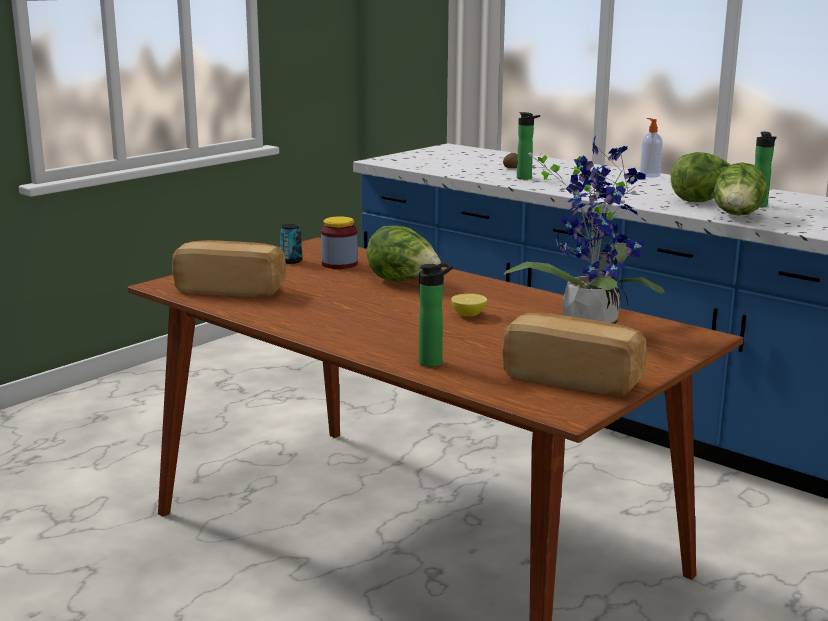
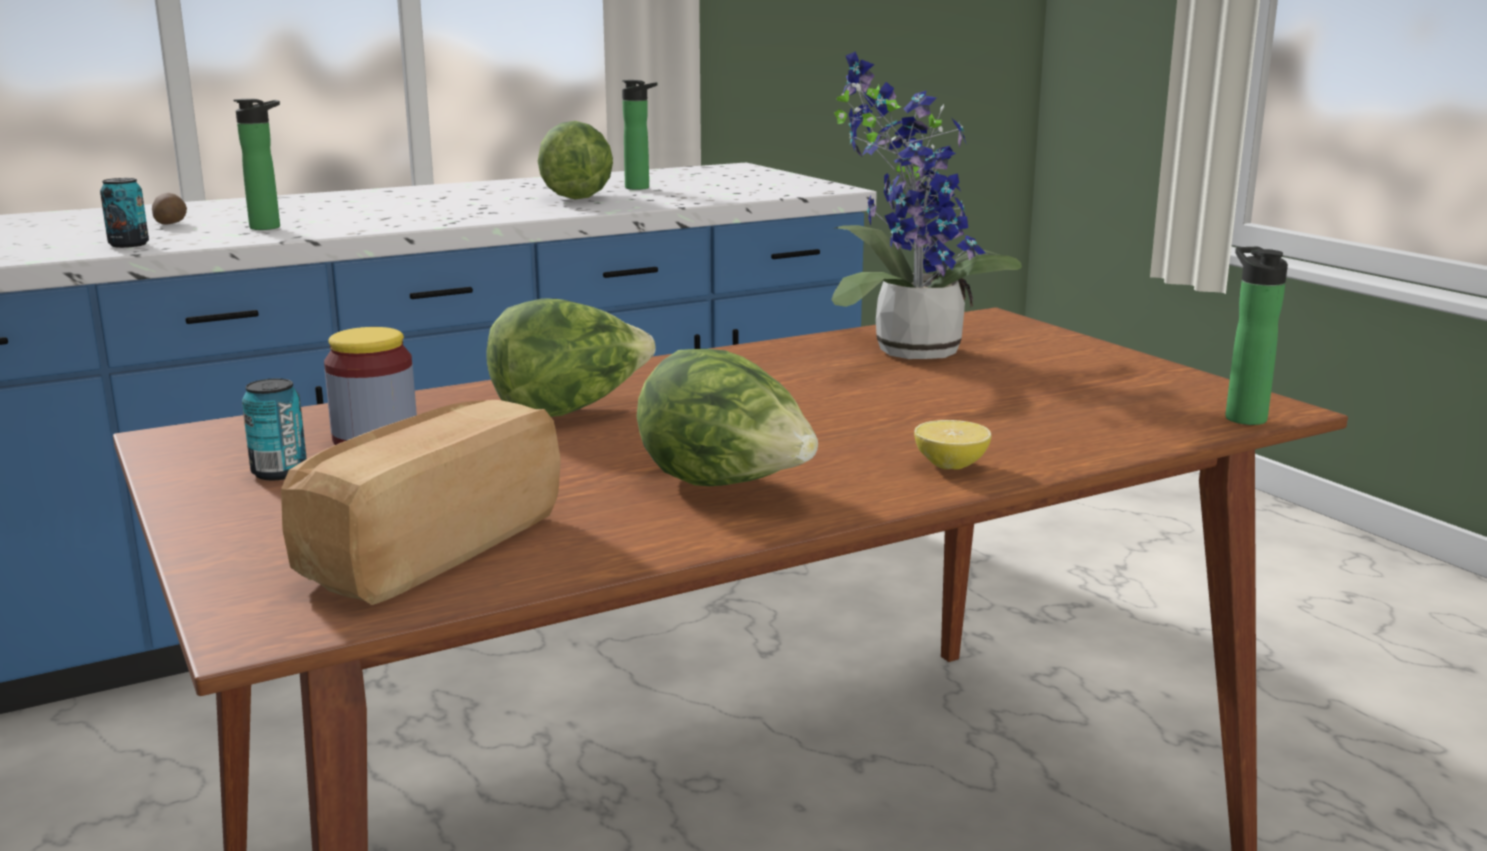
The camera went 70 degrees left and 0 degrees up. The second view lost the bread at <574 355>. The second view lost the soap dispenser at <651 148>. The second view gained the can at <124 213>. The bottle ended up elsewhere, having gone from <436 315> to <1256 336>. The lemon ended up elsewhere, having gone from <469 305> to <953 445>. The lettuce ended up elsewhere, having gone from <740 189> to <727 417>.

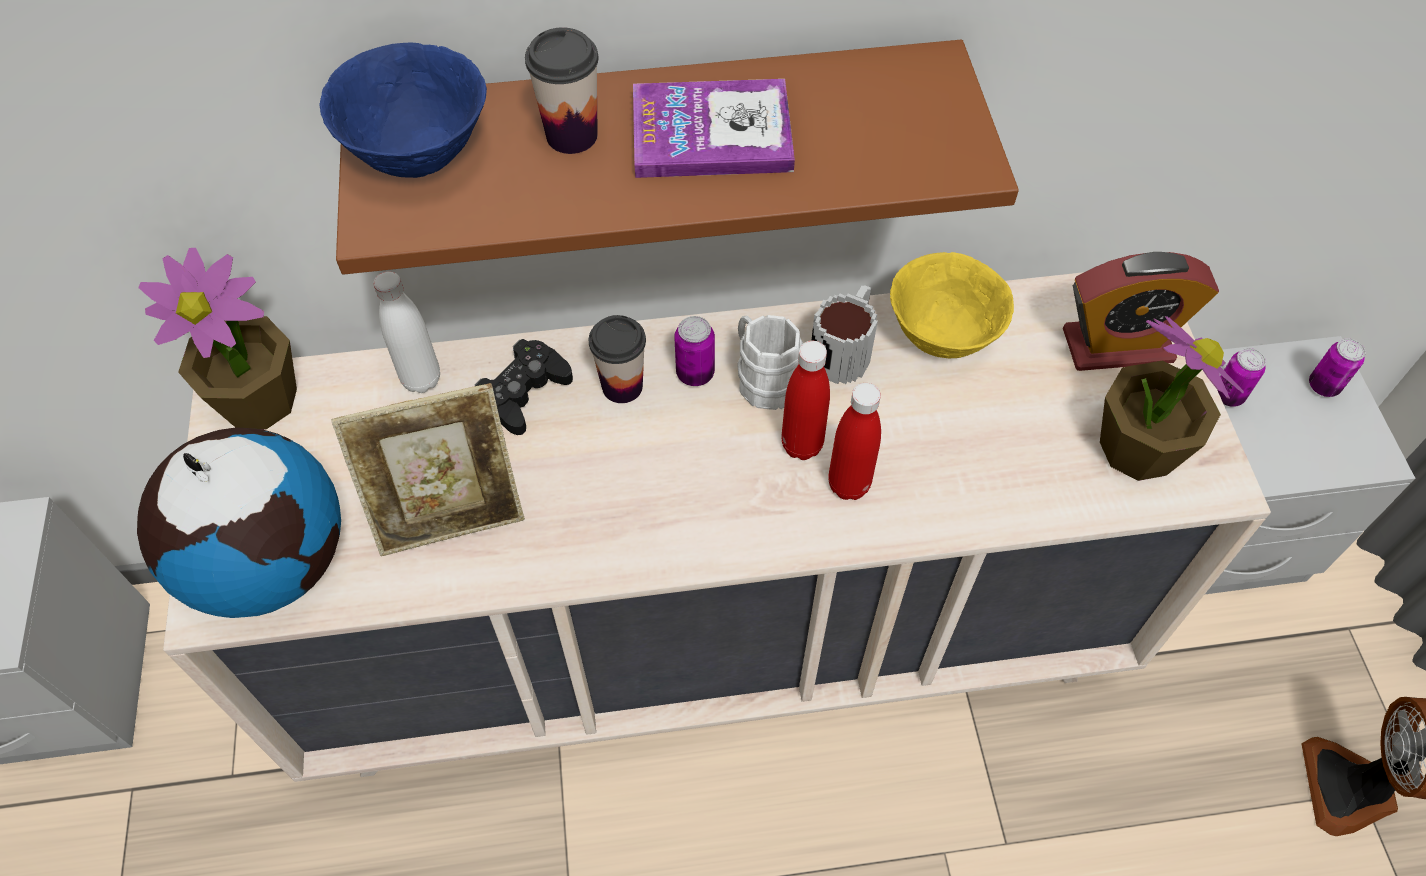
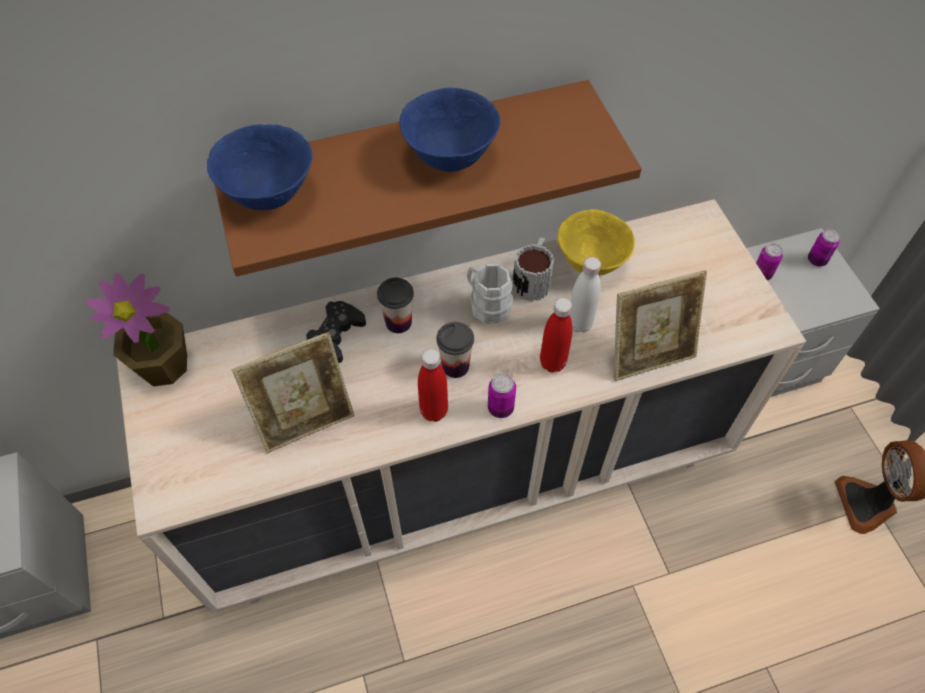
The camera went 10 degrees left and 0 degrees up. The second view lost the globe at <239 522>. The second view lost the alarm clock at <1141 311>. The second view lost the potted plant at <1172 398>. The second view gained the picture frame at <660 325>. The white bottle ended up elsewhere, having gone from <406 332> to <585 295>. The cup ended up elsewhere, having gone from <562 90> to <455 350>. The can ended up elsewhere, having gone from <694 351> to <502 395>. The red bottle ended up elsewhere, having gone from <805 400> to <433 385>. Where the book stood at <714 128>, the blue bowl came to stand at <450 130>.

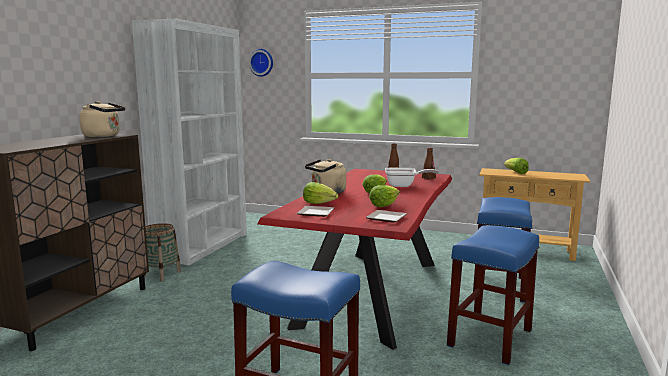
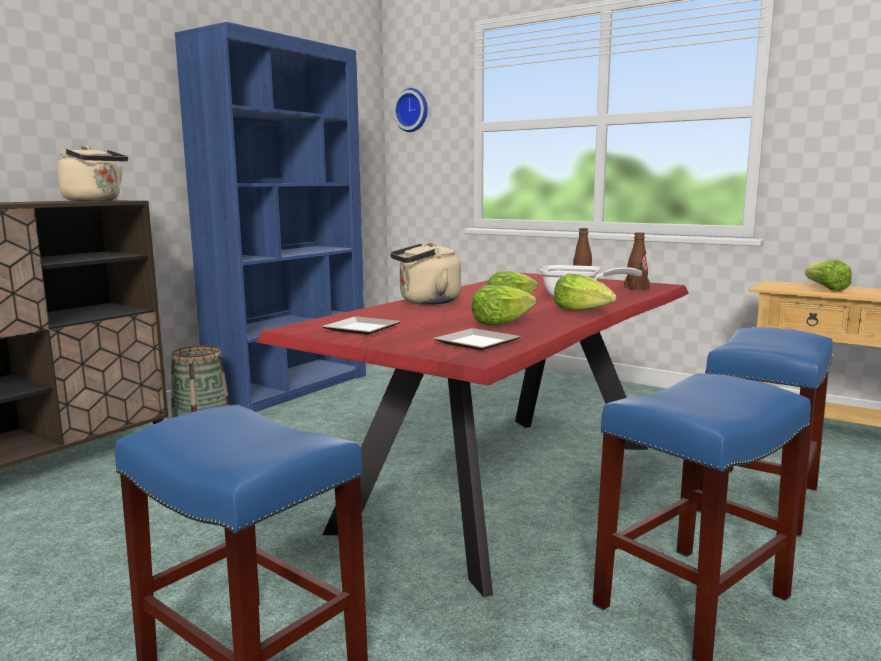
The camera went 15 degrees right and 0 degrees up. The lettuce ended up elsewhere, having gone from <321 193> to <585 292>. What was the white bookcase at <189 141> turned into the blue bookcase at <270 217>.

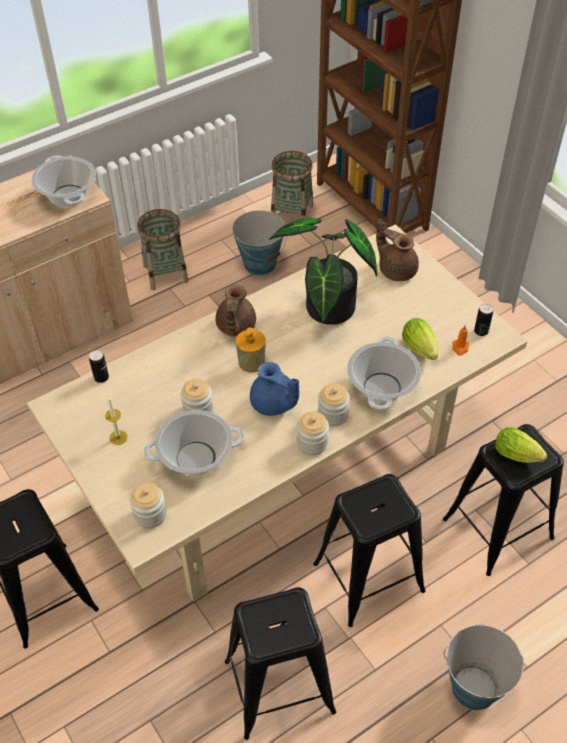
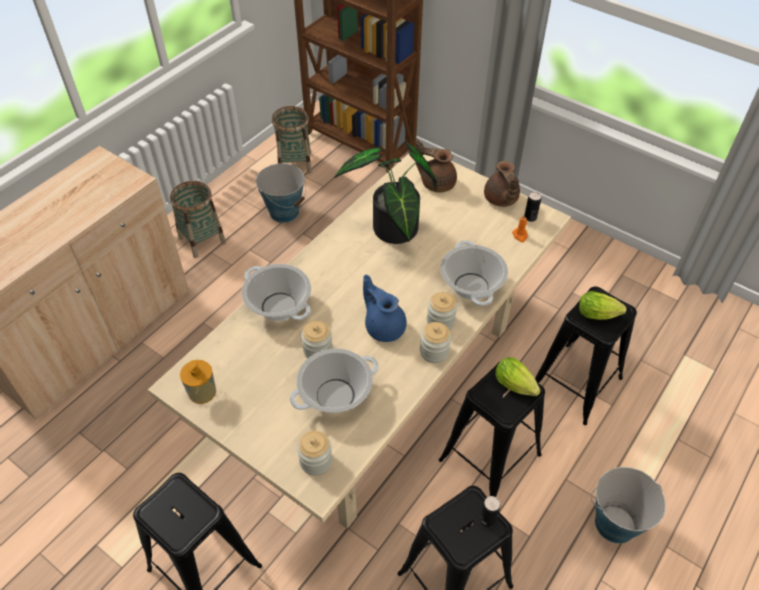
The camera went 20 degrees left and 0 degrees up. The second view lost the candle at <116 420>. The cooking pot ended up elsewhere, having gone from <64 181> to <276 292>. The can ended up elsewhere, having gone from <99 366> to <490 511>. The brown teapot ended up elsewhere, having gone from <236 311> to <502 184>. The soap dispenser ended up elsewhere, having gone from <251 349> to <198 382>. The lettuce ended up elsewhere, having gone from <420 339> to <518 376>. The blue teapot at <274 389> ended up facing another way, 150 degrees counterclockwise from before.

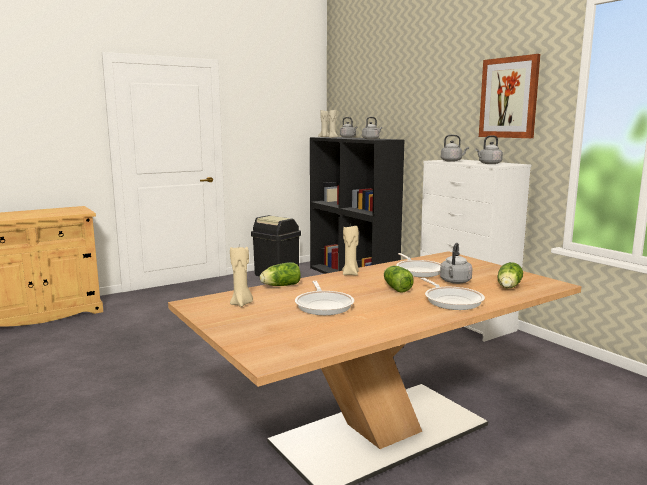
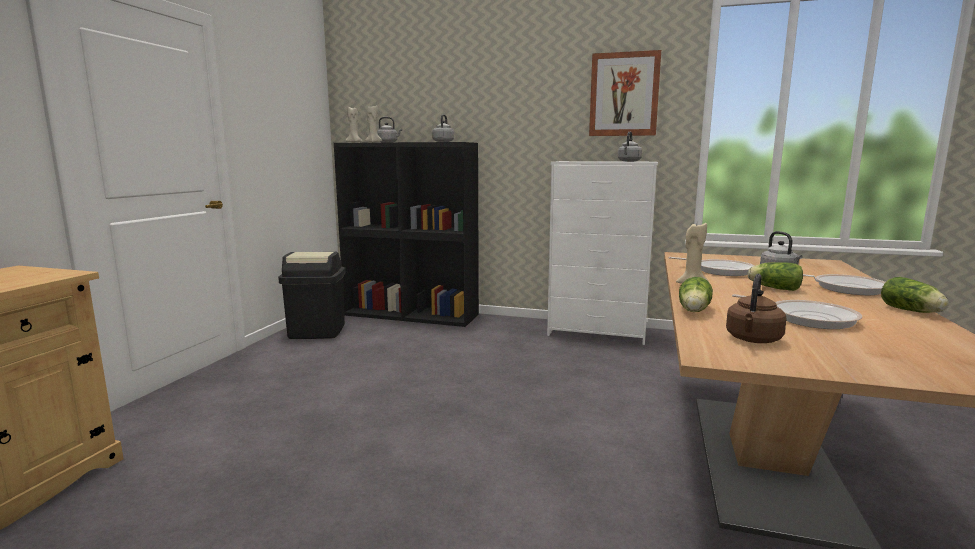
The camera went 40 degrees left and 0 degrees up. The second view lost the grey kettle at <455 148>. The lettuce ended up elsewhere, having gone from <510 275> to <915 295>. Where the beige candle stood at <241 277>, the brown kettle came to stand at <756 308>.

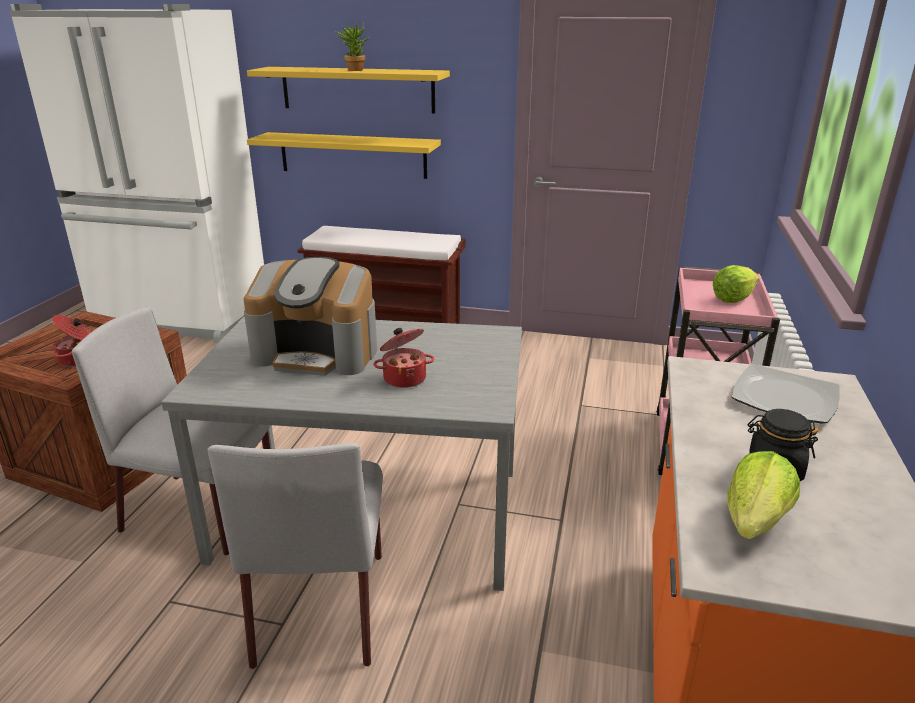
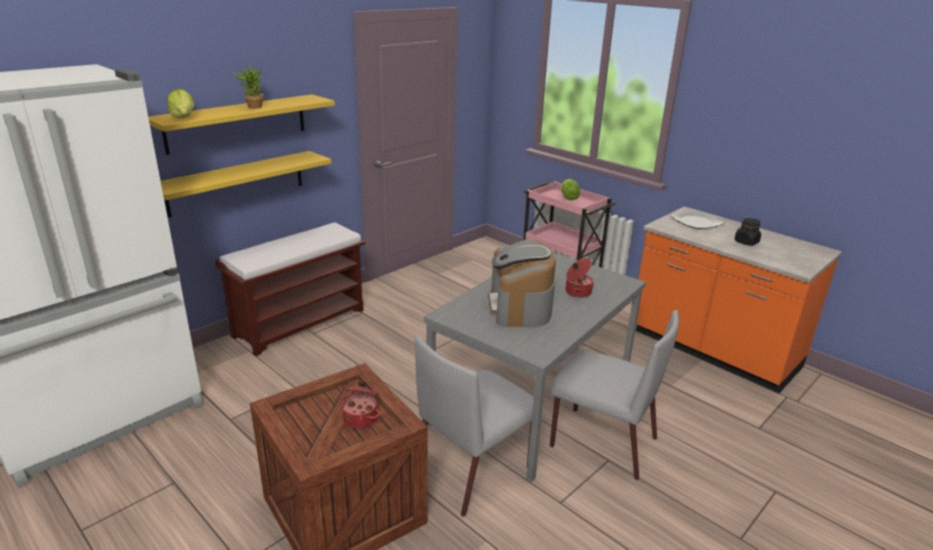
The camera went 60 degrees left and 0 degrees up. The lettuce ended up elsewhere, having gone from <763 495> to <181 103>. The coffee machine at <310 316> ended up facing another way, 135 degrees clockwise from before.

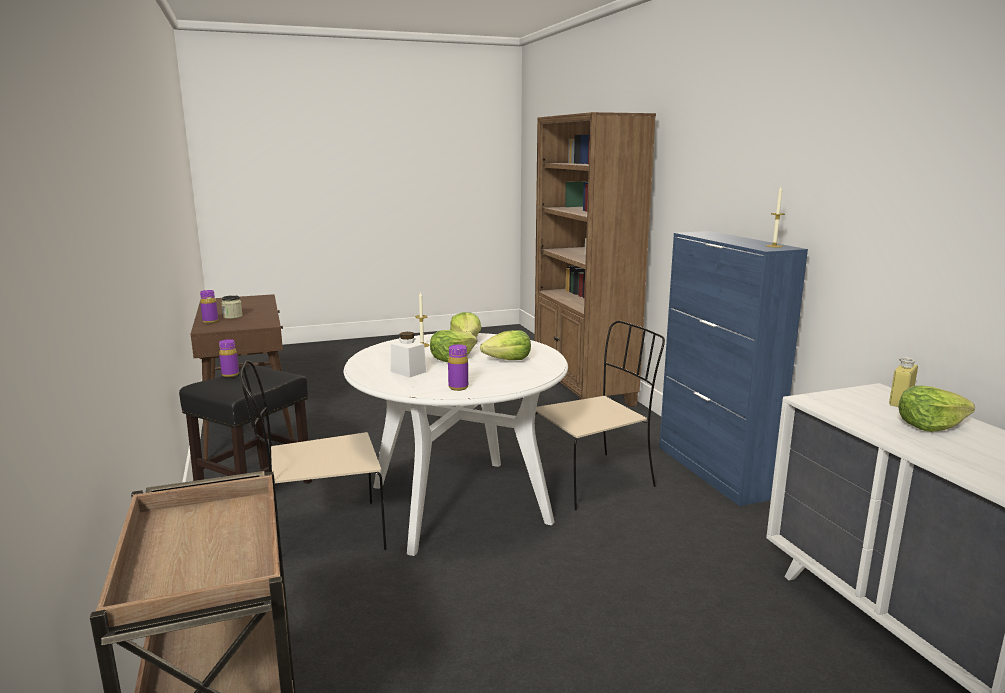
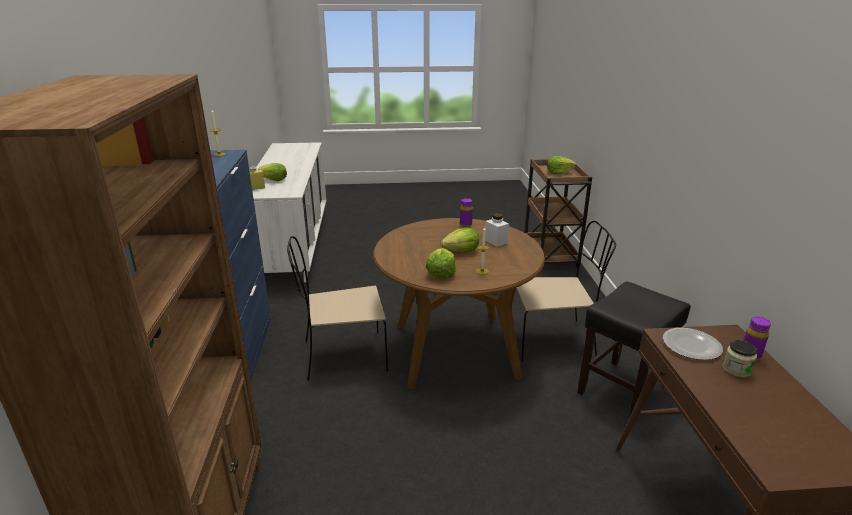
The camera went 165 degrees left and 10 degrees up. The second view lost the purple bottle at <229 358>. The second view gained the plate at <693 344>. The lettuce ended up elsewhere, having gone from <505 345> to <561 165>. What was the white dining table at <455 444> turned into the brown dining table at <459 303>.

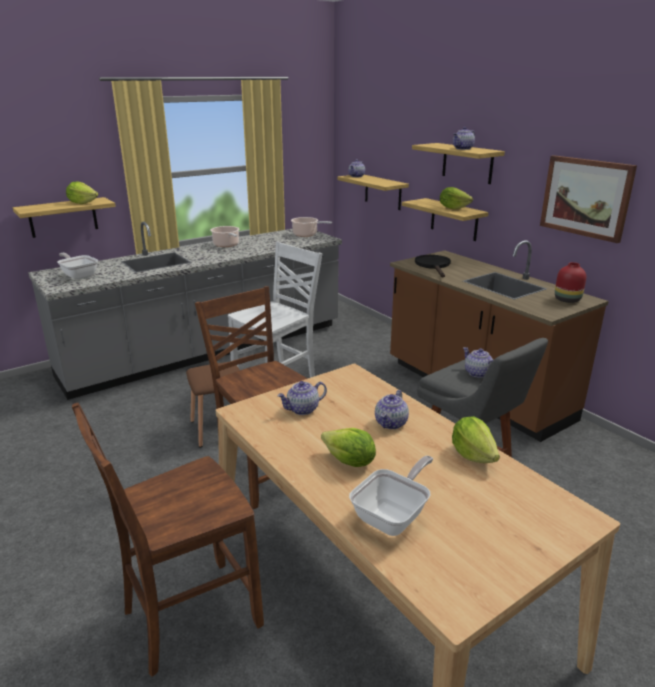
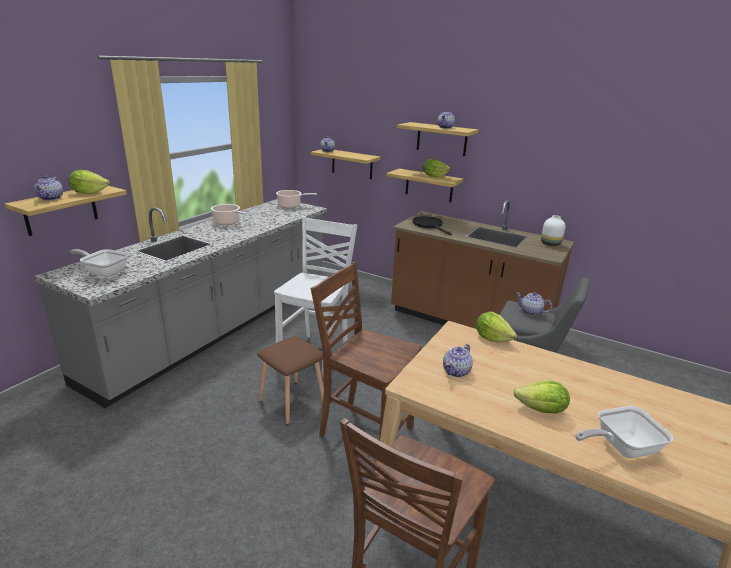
The camera went 25 degrees left and 0 degrees up. The second view lost the picture at <588 199>. The teapot ended up elsewhere, having gone from <392 409> to <48 187>. The lettuce ended up elsewhere, having gone from <476 439> to <496 326>. What was the red vase at <570 282> turned into the white vase at <553 230>. The frying pan at <391 496> ended up facing another way, 120 degrees counterclockwise from before.

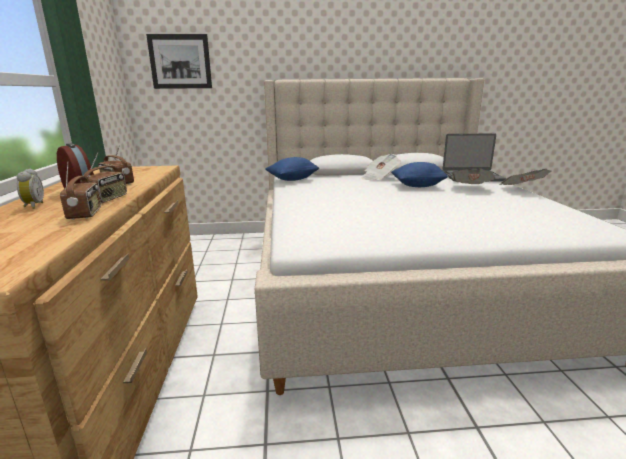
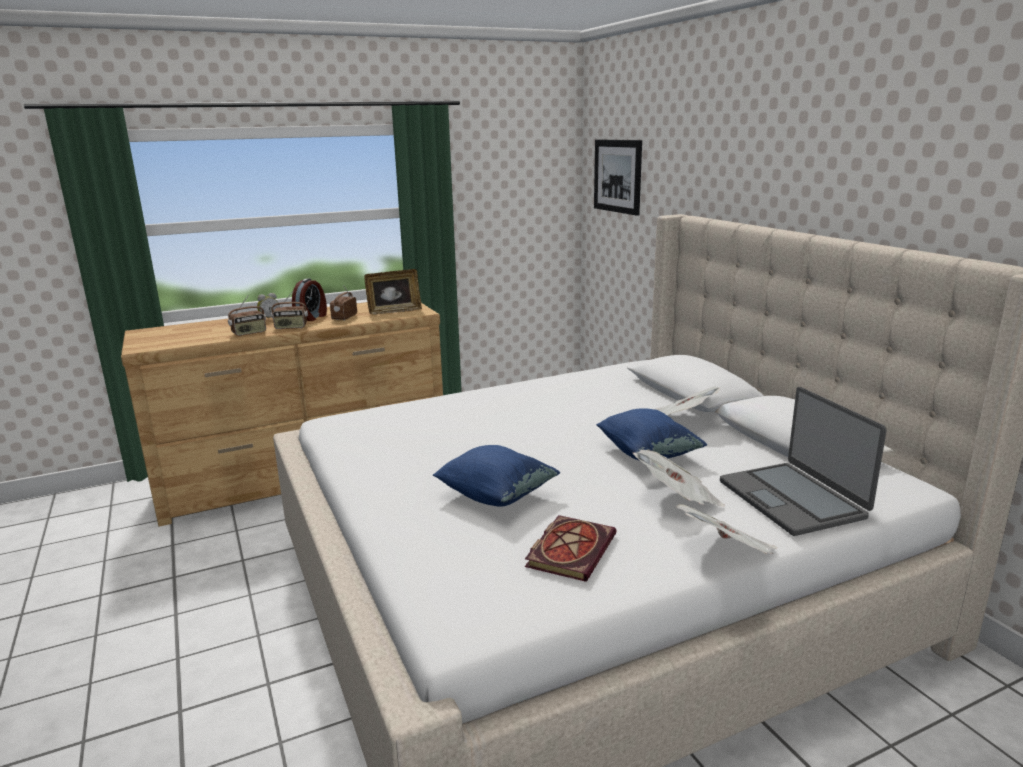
The camera went 70 degrees right and 0 degrees up. The second view gained the picture frame at <393 292>. The second view gained the book at <570 548>. The blue pillow ended up elsewhere, having gone from <292 169> to <496 475>.

